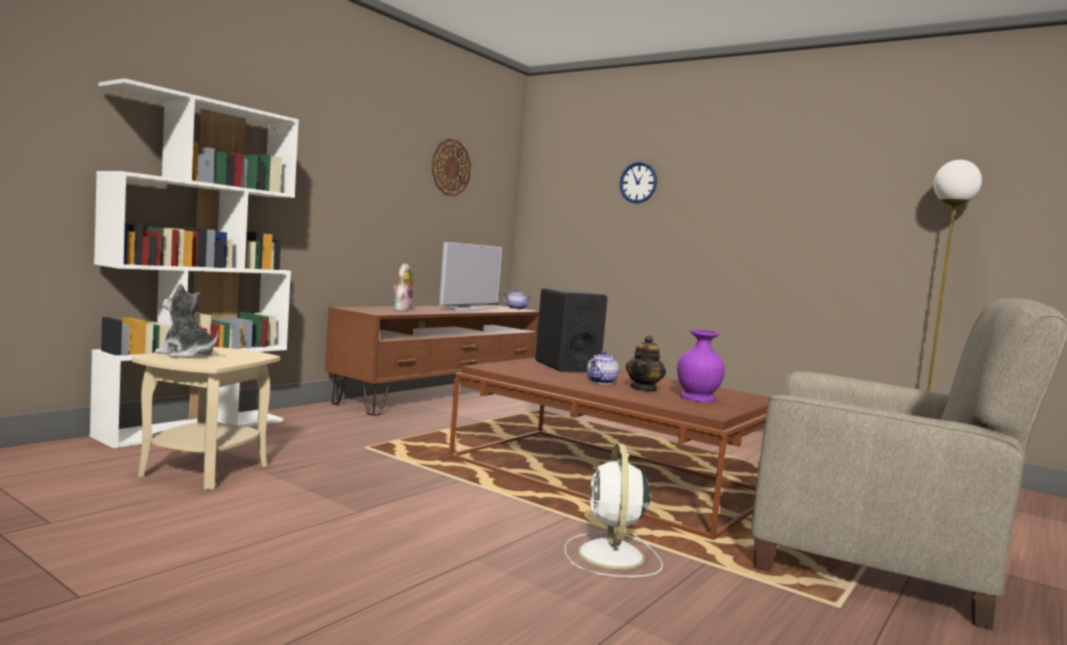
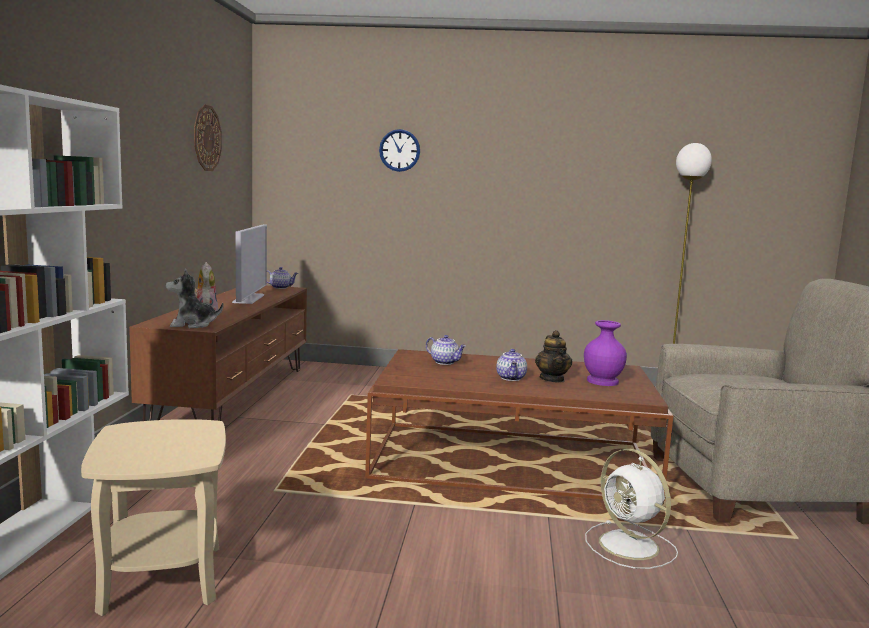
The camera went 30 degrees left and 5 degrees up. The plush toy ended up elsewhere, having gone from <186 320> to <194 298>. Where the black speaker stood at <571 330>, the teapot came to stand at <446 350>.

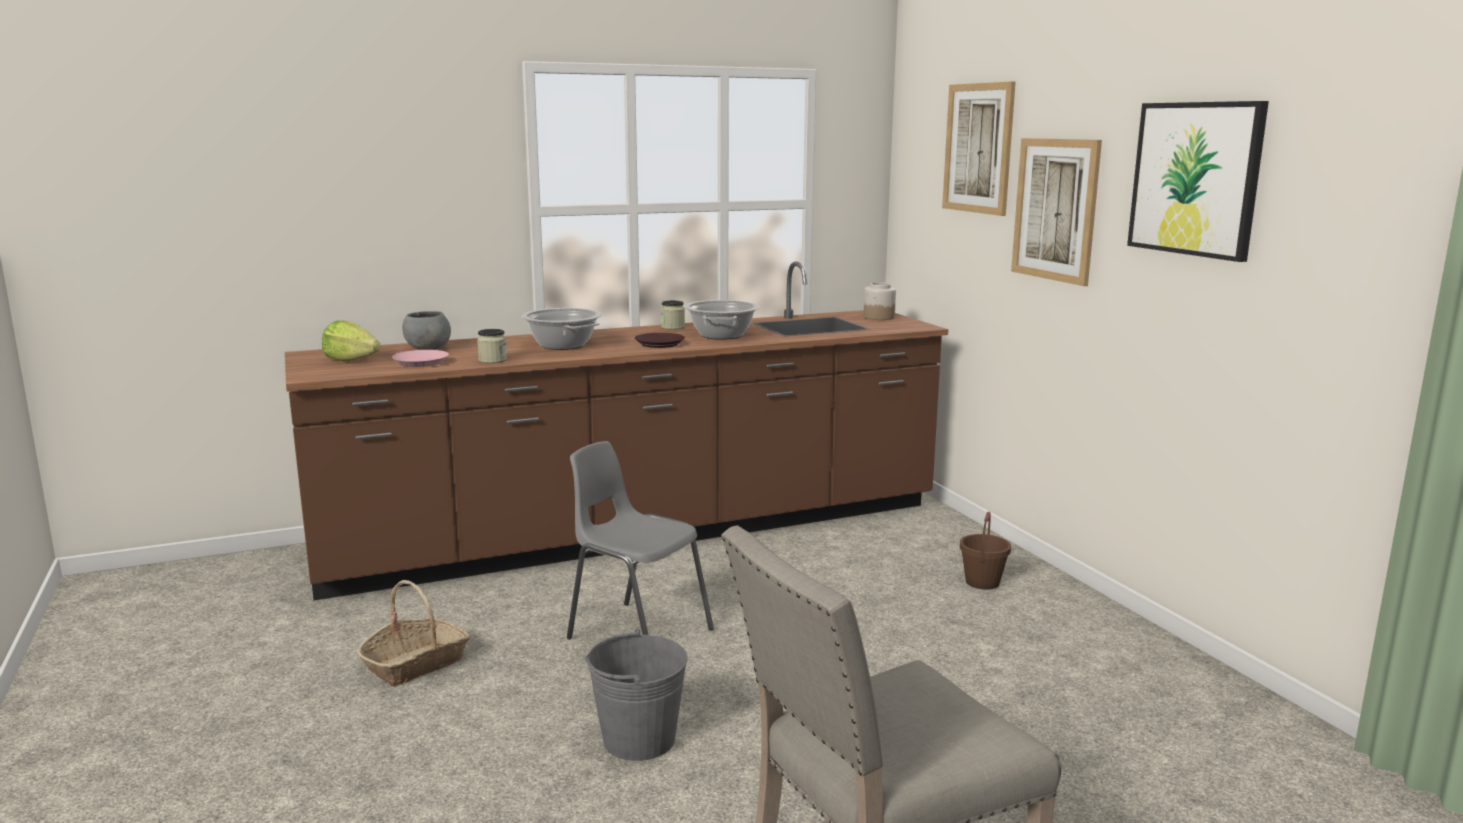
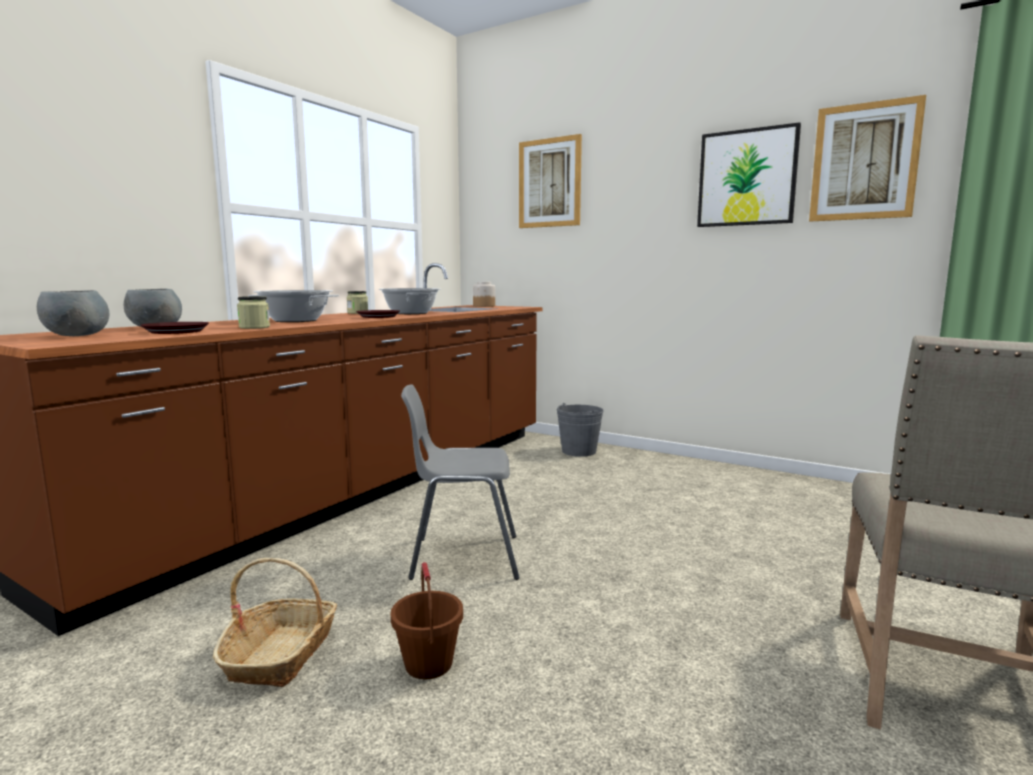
The camera went 35 degrees left and 5 degrees down. The grey bucket ended up elsewhere, having gone from <636 695> to <580 430>. The brown bucket ended up elsewhere, having gone from <985 551> to <427 621>. The picture ended up elsewhere, having gone from <1056 212> to <867 158>. Where the lettuce stood at <351 341>, the grey bowl came to stand at <73 313>. What was the pink plate at <420 358> turned into the brown plate at <174 328>.

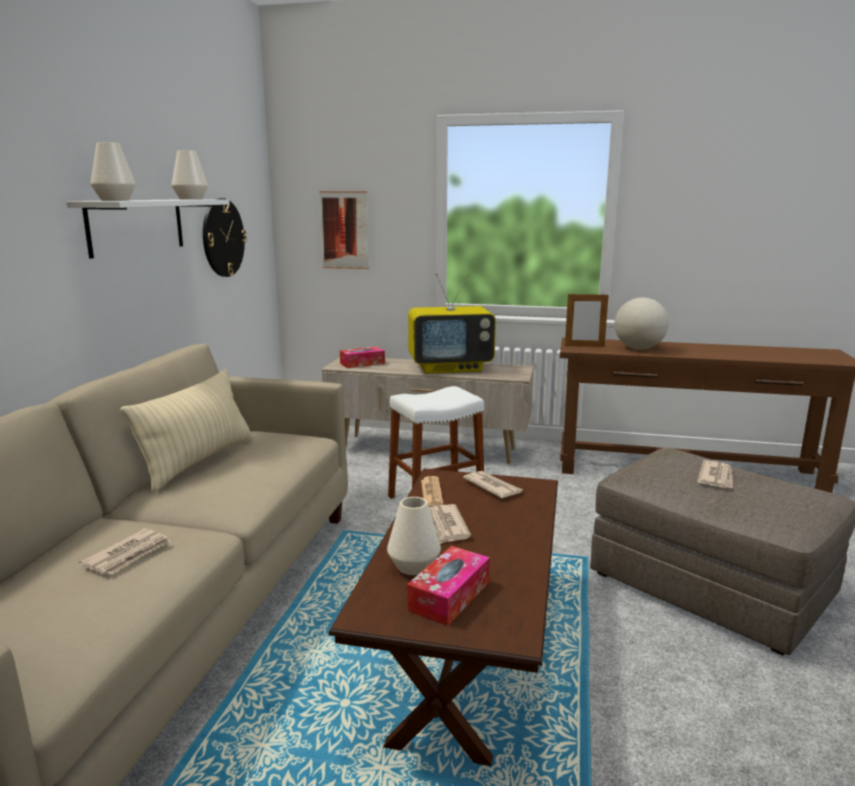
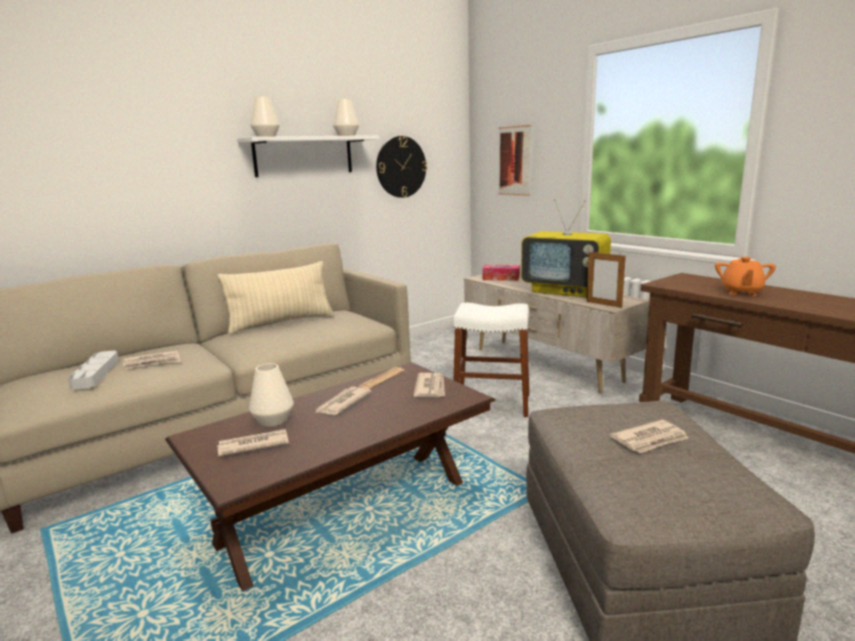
The camera went 40 degrees right and 0 degrees up. The second view gained the grey tray at <93 370>. The picture frame ended up elsewhere, having gone from <587 319> to <606 279>. Where the tissue box stood at <448 586>, the newspaper came to stand at <253 442>. Where the globe stood at <642 323>, the orange teapot came to stand at <745 276>.

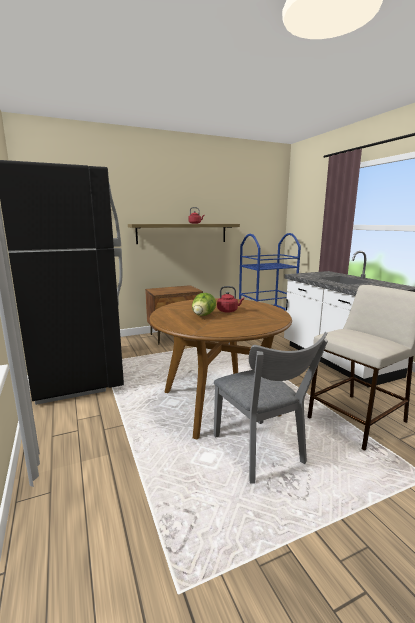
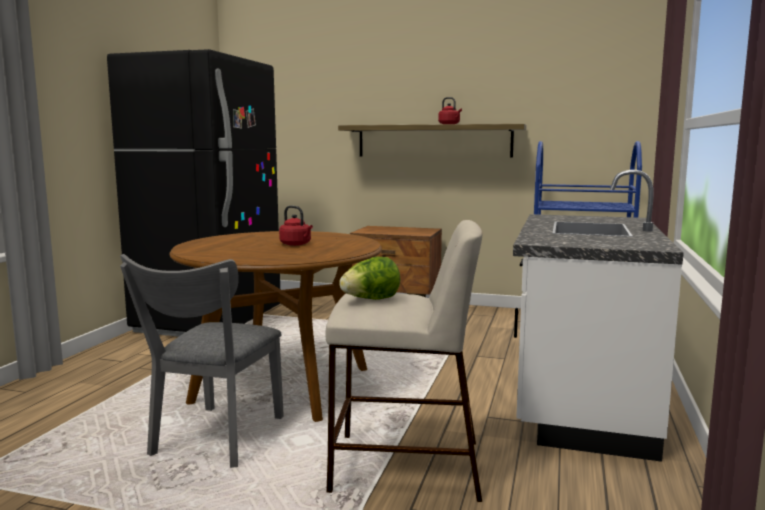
The camera went 40 degrees right and 5 degrees down. The lettuce ended up elsewhere, having gone from <204 304> to <369 278>.

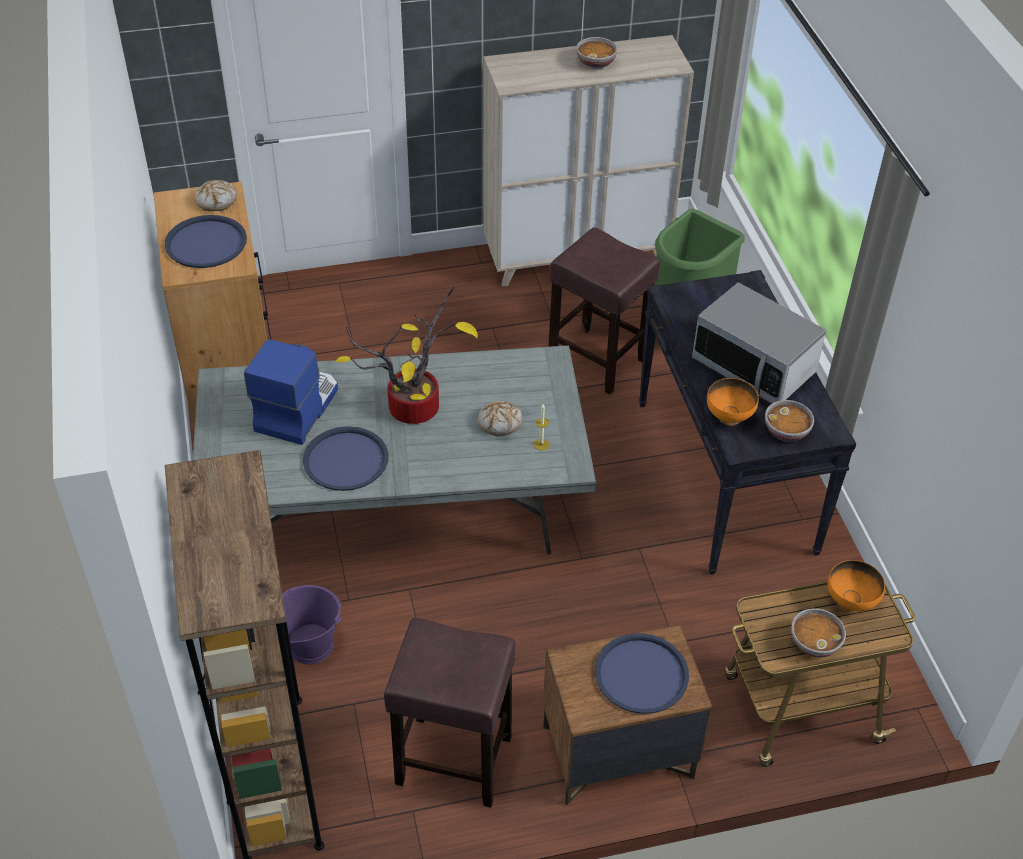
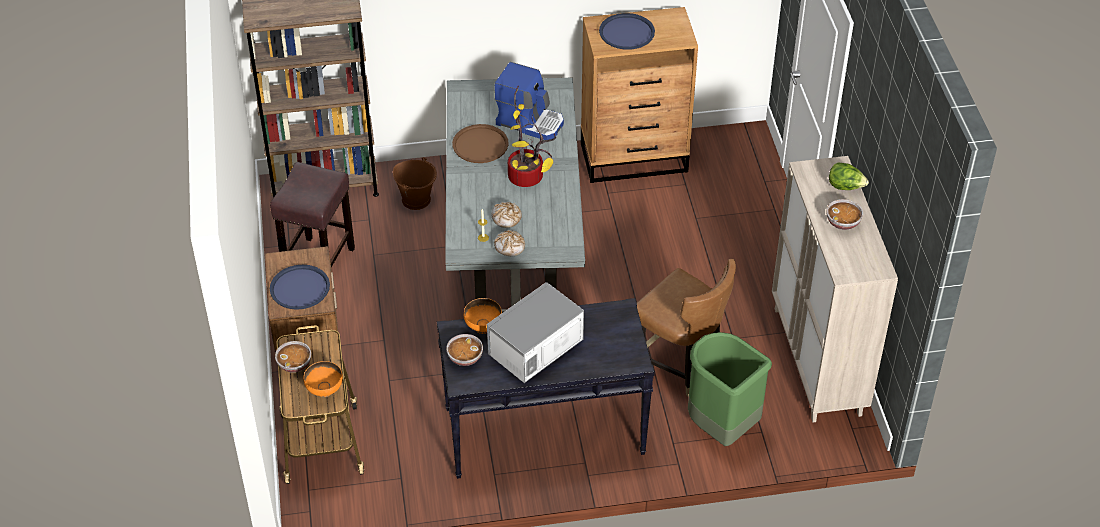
The camera went 95 degrees right and 0 degrees up. The second view gained the lettuce at <849 176>. The bread ended up elsewhere, having gone from <216 195> to <509 243>. Where the brown stool stood at <604 311>, the brown chair came to stand at <686 328>. What was the purple bucket at <311 625> turned into the brown bucket at <415 183>. What was the blue tray at <345 458> turned into the brown tray at <480 143>.

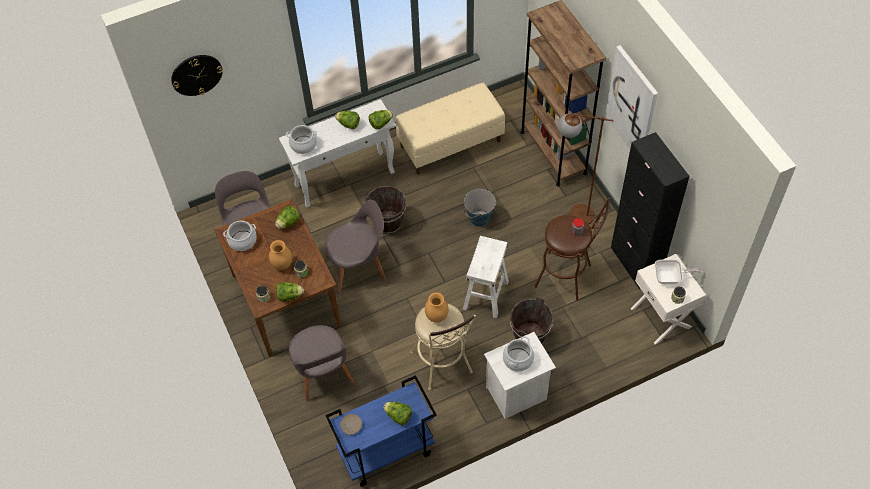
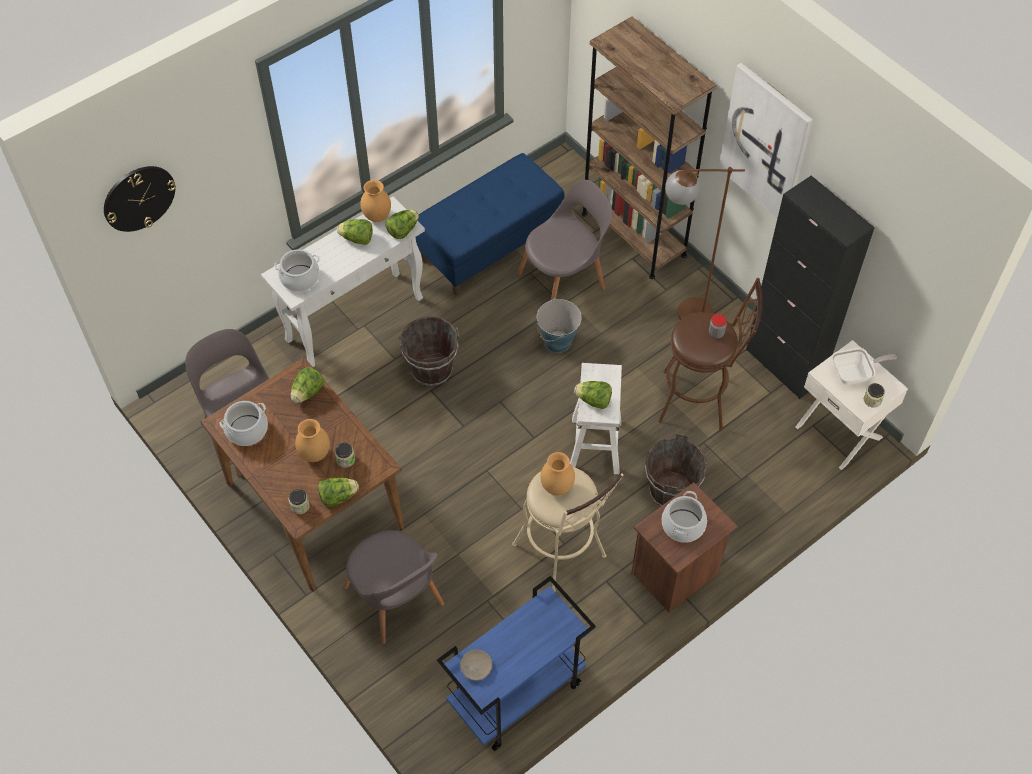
The camera went 15 degrees left and 0 degrees up. The second view gained the brown vase at <375 201>. The grey chair ended up elsewhere, having gone from <355 246> to <564 240>. The lettuce ended up elsewhere, having gone from <397 414> to <593 395>. What was the beige bench at <450 128> turned into the blue bench at <489 224>. What was the white nightstand at <520 375> turned into the brown nightstand at <684 547>.

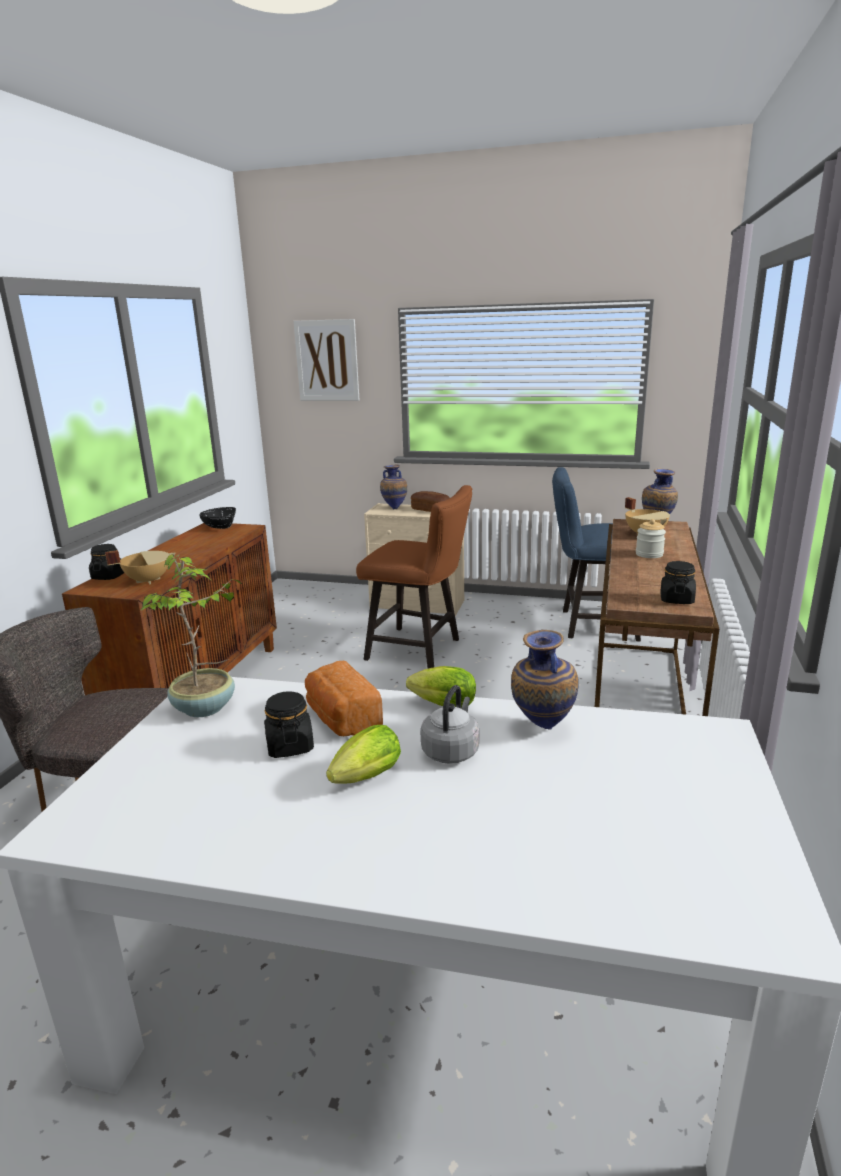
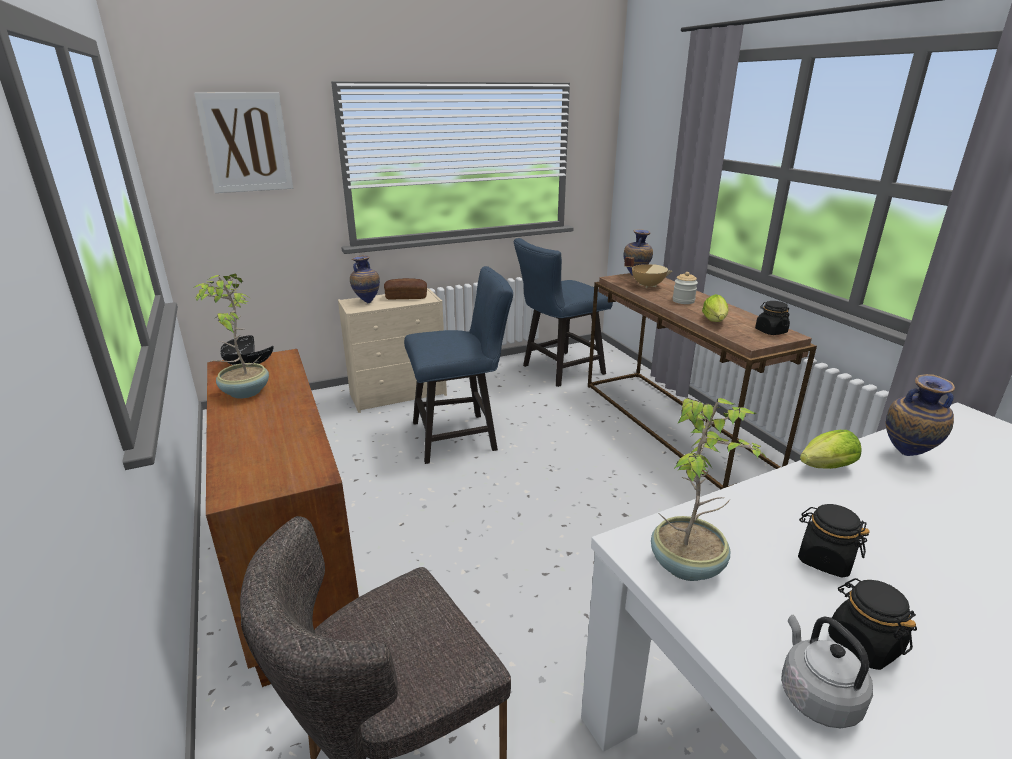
The camera went 40 degrees left and 5 degrees up. The second view lost the beige cooking pot at <140 567>. The second view lost the bread at <344 698>. The second view gained the potted plant at <230 336>. The black jar ended up elsewhere, having gone from <106 562> to <872 624>. The lettuce ended up elsewhere, having gone from <363 754> to <715 308>. The grey kettle ended up elsewhere, having gone from <449 724> to <827 671>. What was the brown chair at <414 576> turned into the blue chair at <458 365>.

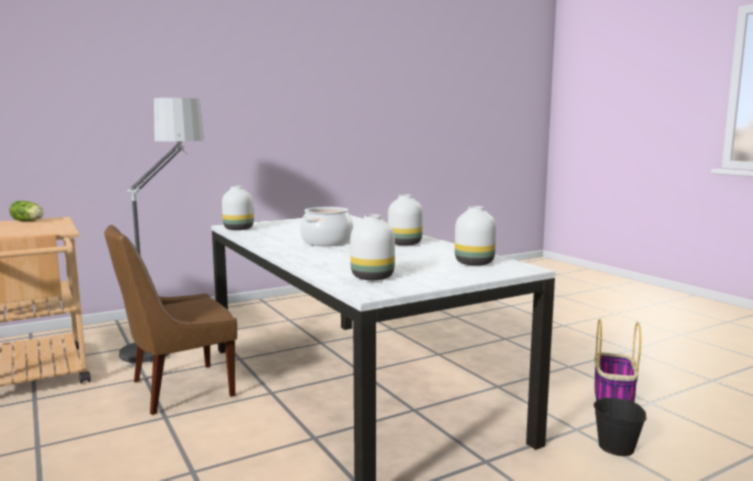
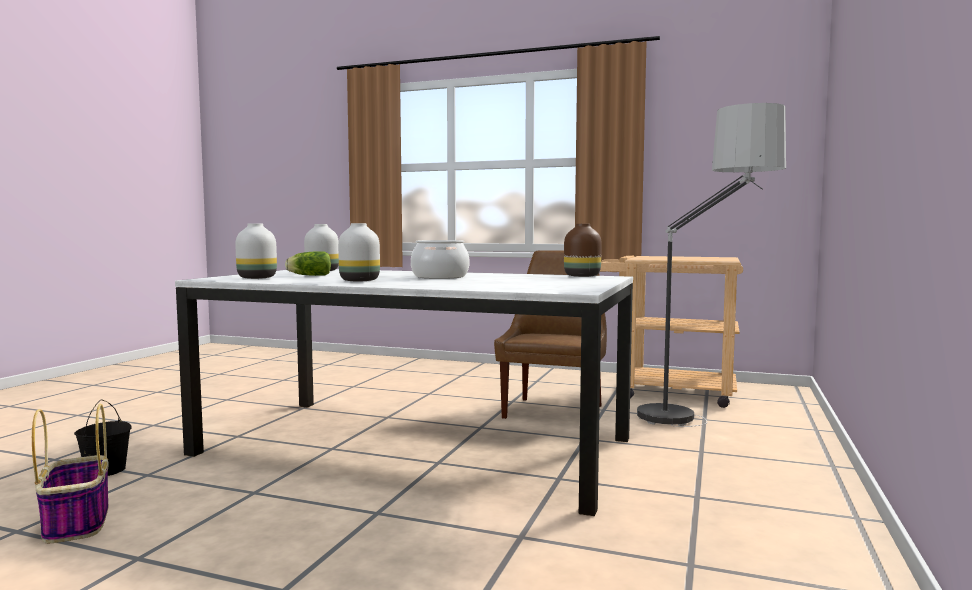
The camera went 140 degrees right and 5 degrees down. The lettuce ended up elsewhere, having gone from <26 211> to <308 263>. What was the white vase at <238 208> turned into the brown vase at <583 250>.

